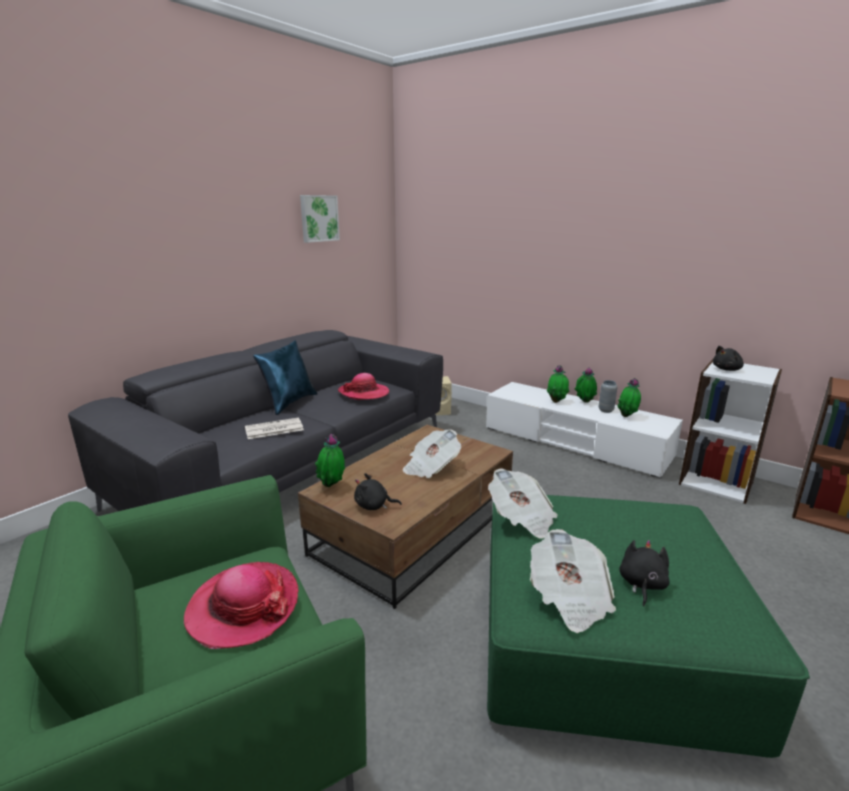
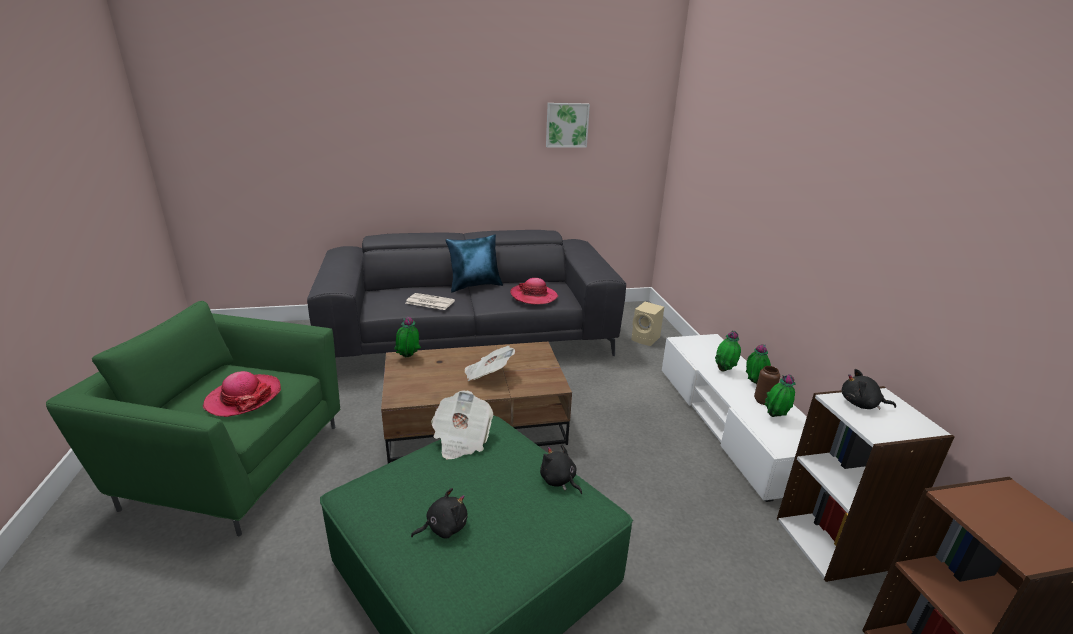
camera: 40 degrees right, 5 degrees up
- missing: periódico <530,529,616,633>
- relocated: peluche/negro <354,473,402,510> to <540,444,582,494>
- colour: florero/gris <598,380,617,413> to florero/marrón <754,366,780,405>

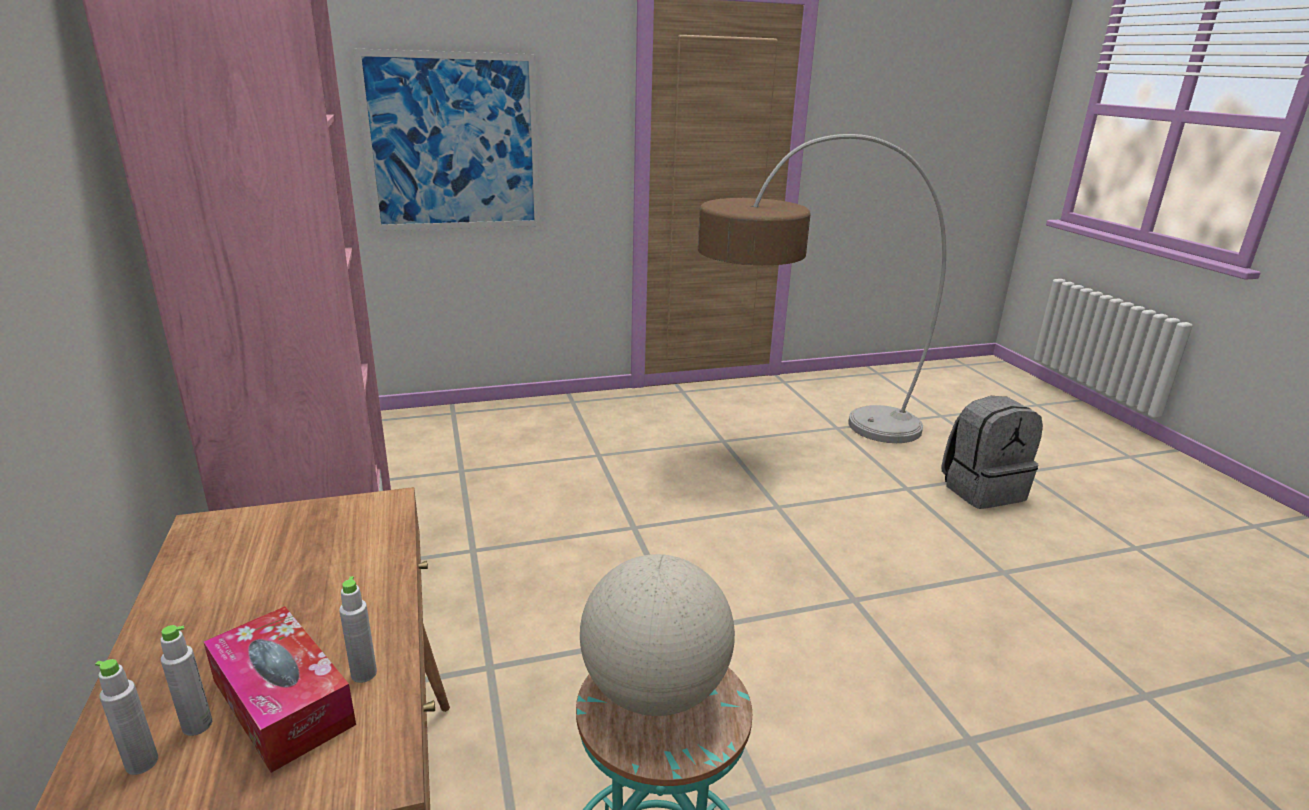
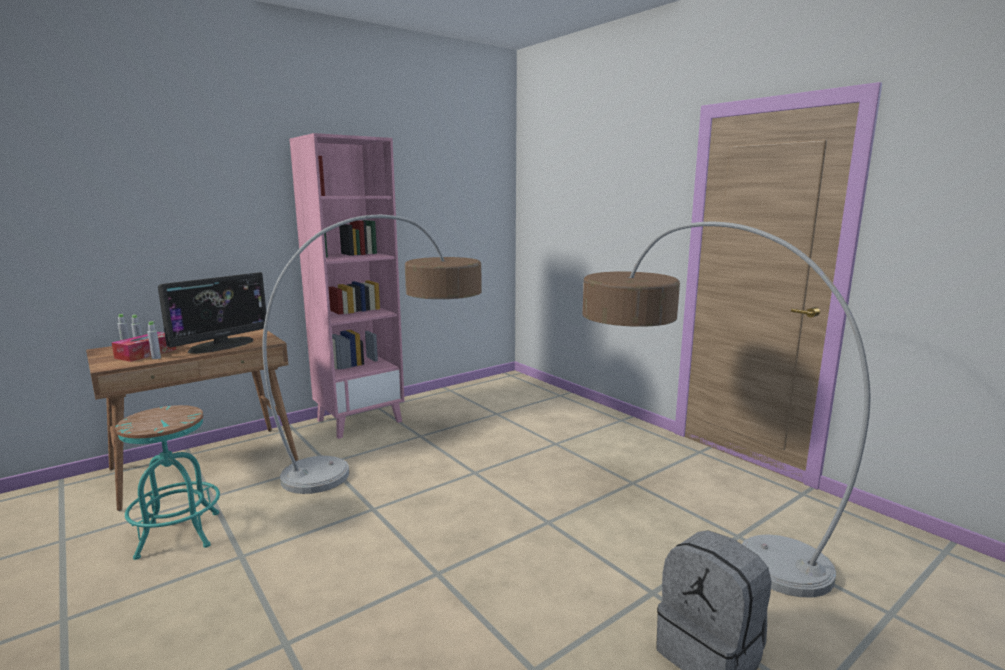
camera: 70 degrees right, 10 degrees down
- missing: cuadro <353,49,541,231>
- missing: globo terráqueo <580,554,735,716>
- appeared: monitor <158,272,266,354>
- appeared: lámpara de pie <262,215,482,494>

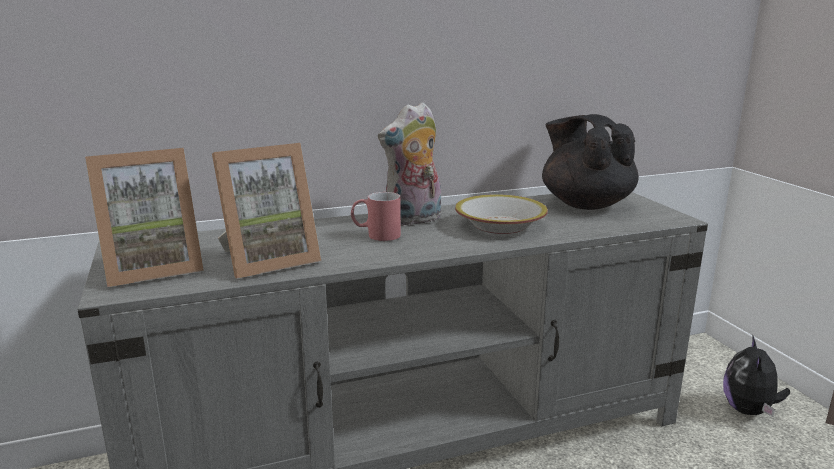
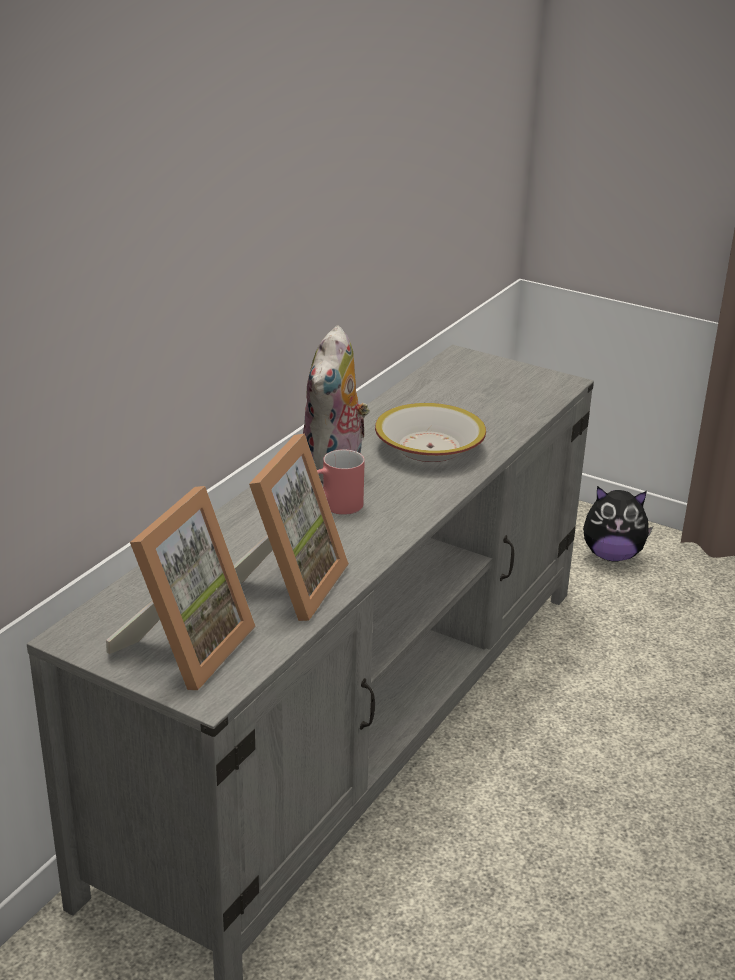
camera: 40 degrees left, 10 degrees up
- missing: tetera/negro <542,114,639,210>
- spun: peluche <723,336,790,417> = <583,486,653,562> 60 degrees counterclockwise

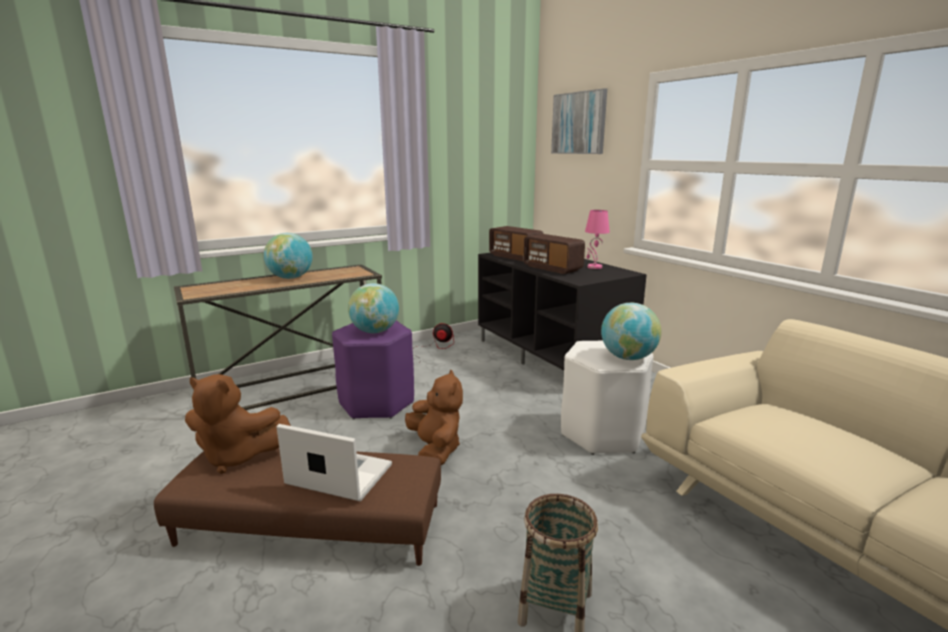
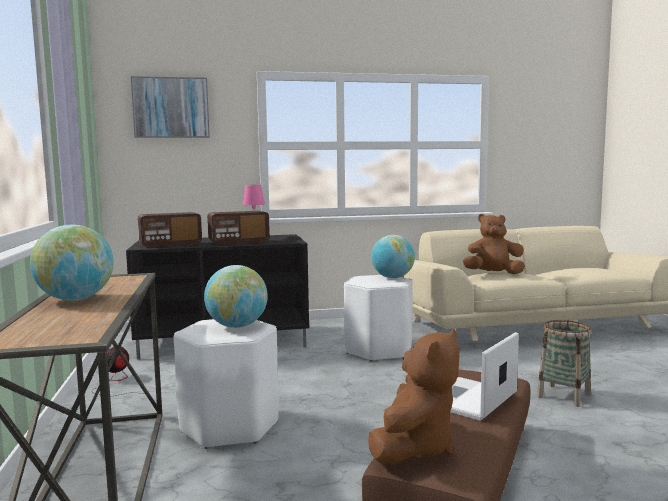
camera: 70 degrees left, 10 degrees down
- relocated: peluche/marrón <405,370,463,465> to <463,214,525,274>
- colour: taburete/morado <332,321,414,419> to taburete/blanco <174,319,279,449>

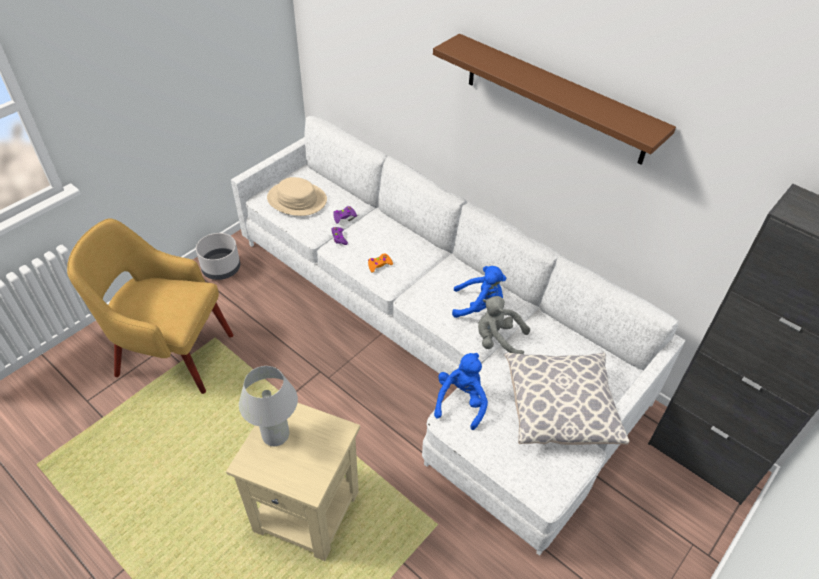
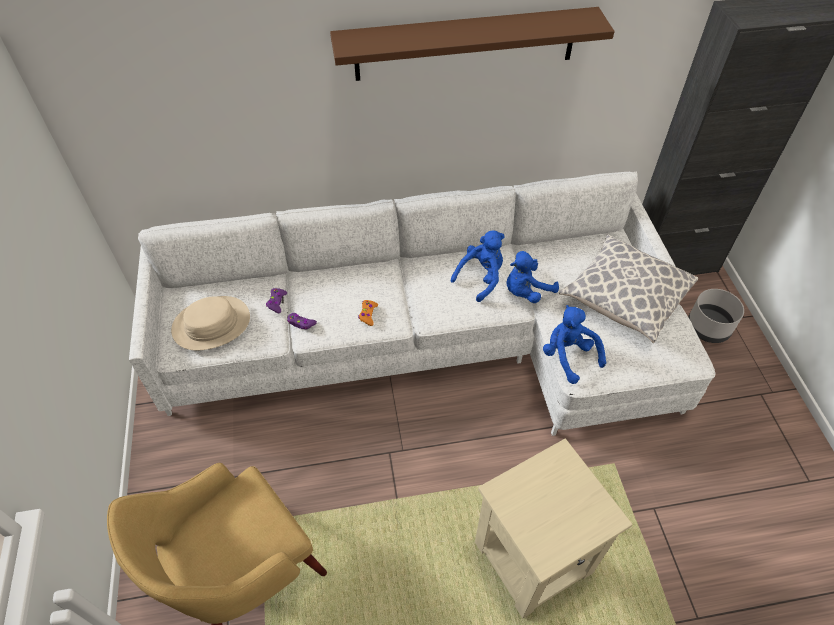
camera: 50 degrees left, 5 degrees up
- missing: lámpara de mesa/blanco <239,366,298,446>
- relocated: maceta/gris <196,233,240,280> to <688,289,744,343>
- colour: peluche/gris <478,296,530,354> to peluche/azul <507,251,559,303>

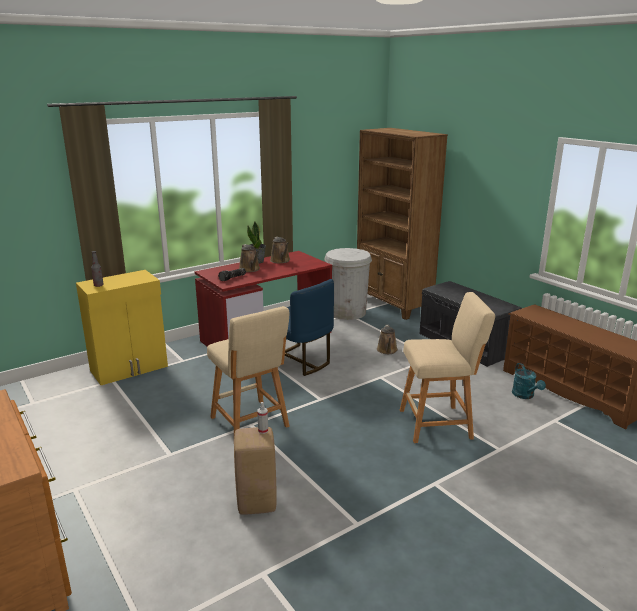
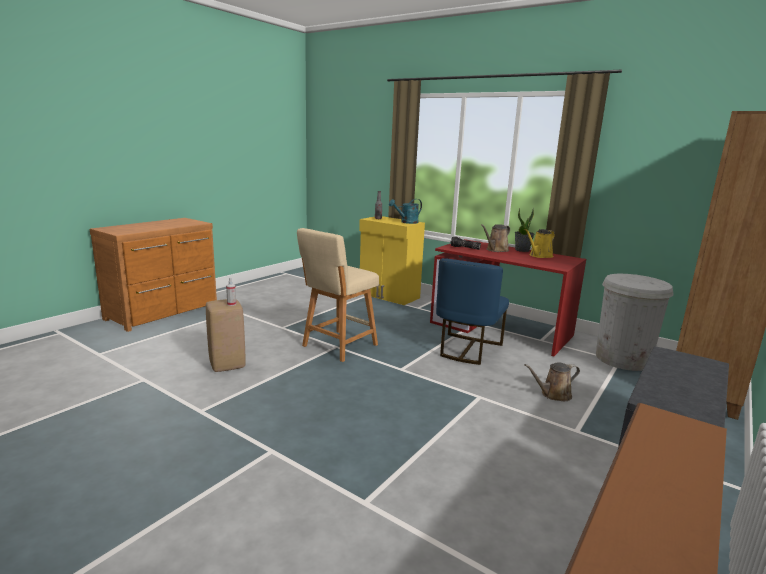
camera: 70 degrees right, 5 degrees down
- missing: taburete/beis <400,292,495,443>
- relocated: regadera/turquesa <512,363,546,399> to <389,199,422,224>
- colour: regadera/marrón <270,237,290,263> to regadera/amarillo <525,229,555,258>

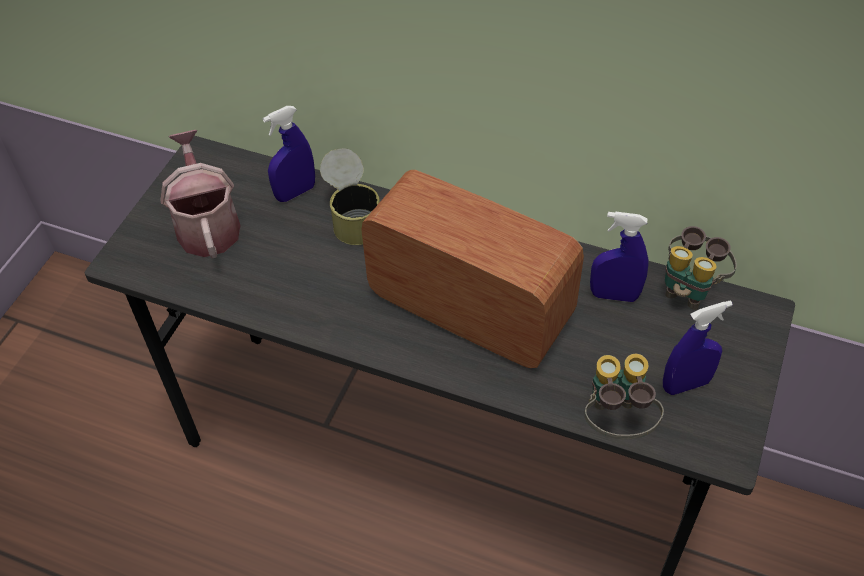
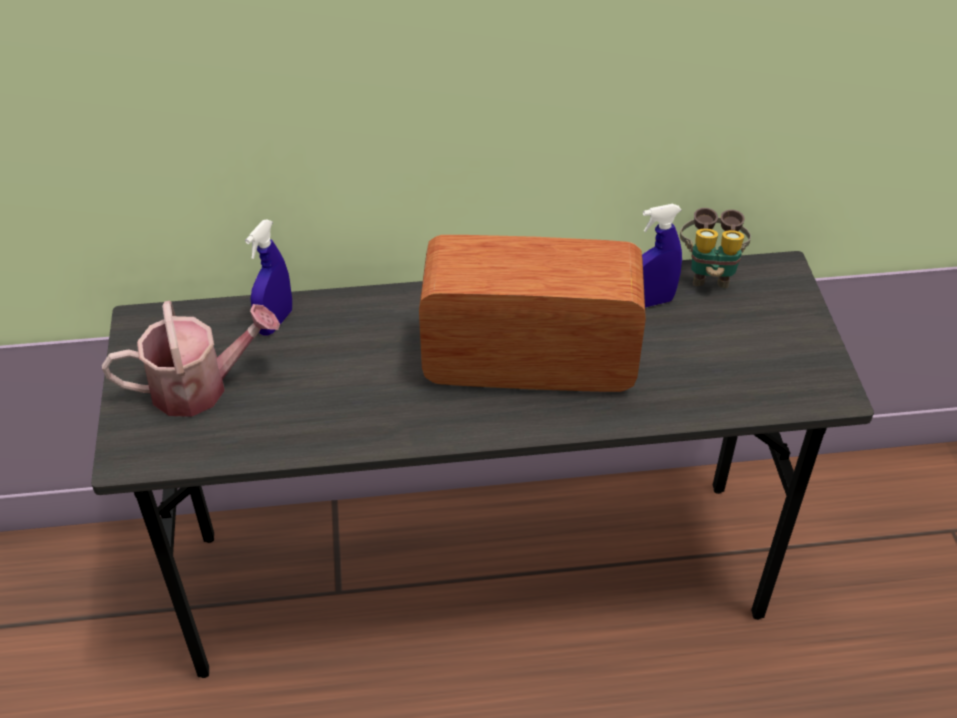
camera: 30 degrees left, 5 degrees down
- missing: lata <320,148,380,245>
- missing: prismáticos <584,354,664,439>
- missing: pulverizador/azul <663,301,733,395>
- spun: regadera <160,130,240,259> = <102,301,280,417> 120 degrees clockwise

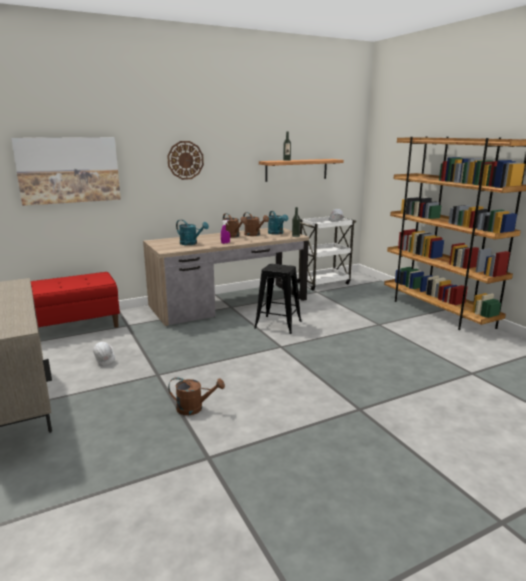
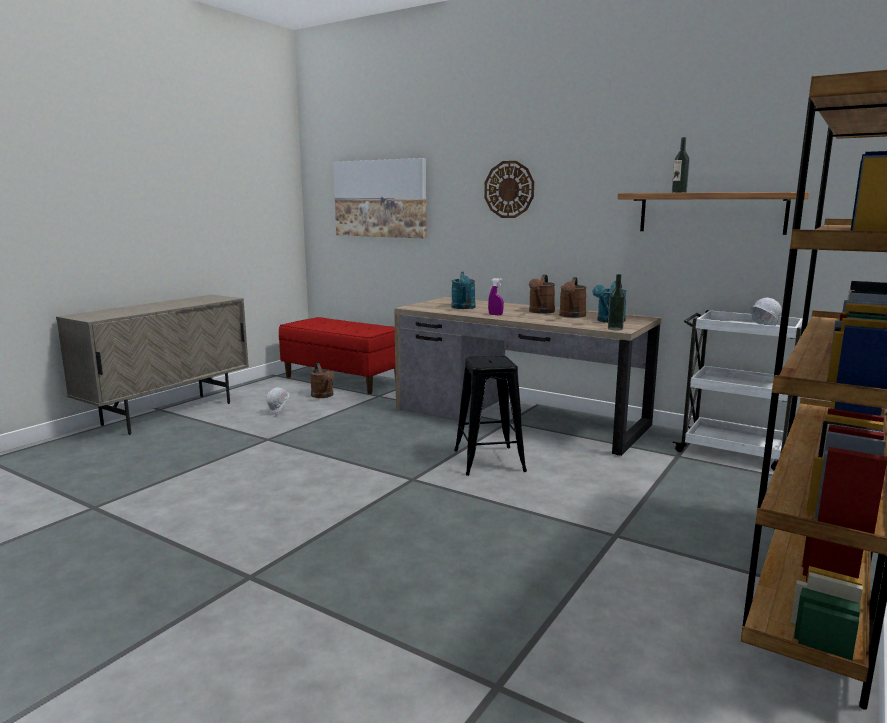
camera: 60 degrees right, 5 degrees down
- relocated: regadera/marrón <168,377,225,415> to <310,363,334,398>

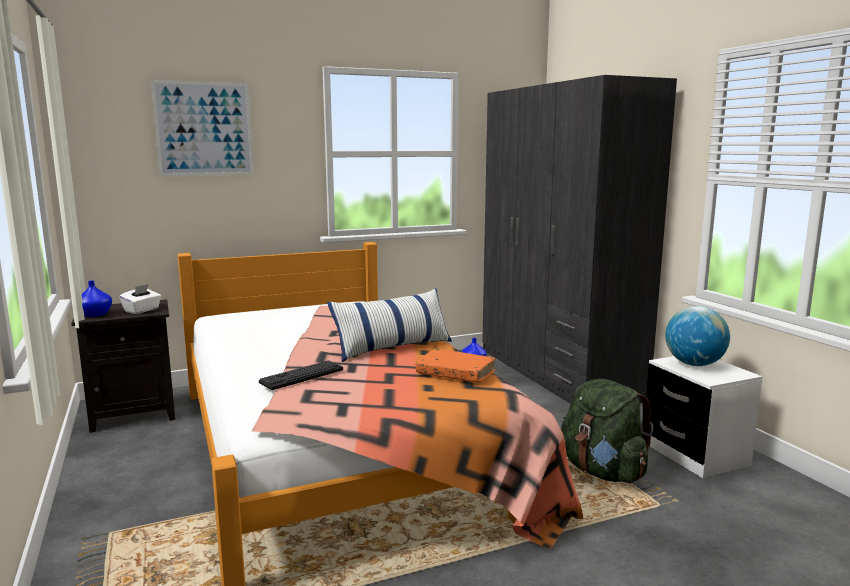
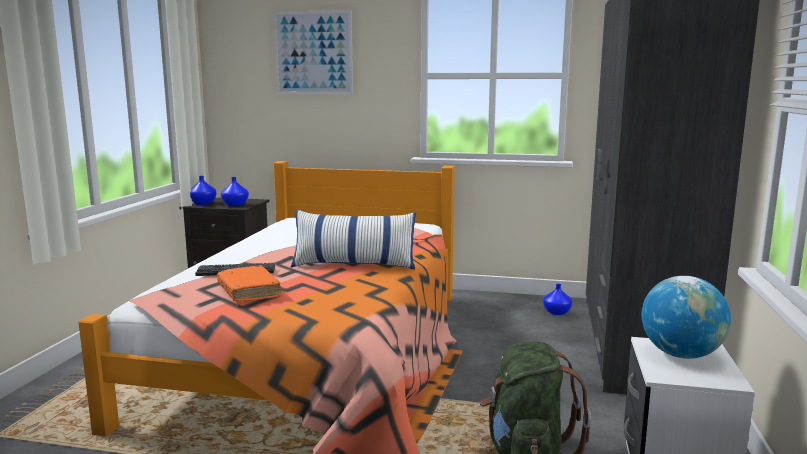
camera: 35 degrees right, 0 degrees up
- relocated: libro/naranja <416,349,495,383> to <217,265,281,301>
- exchanged: caja de pañuelos/blanco <119,284,161,314> to florero/azul <221,177,249,206>

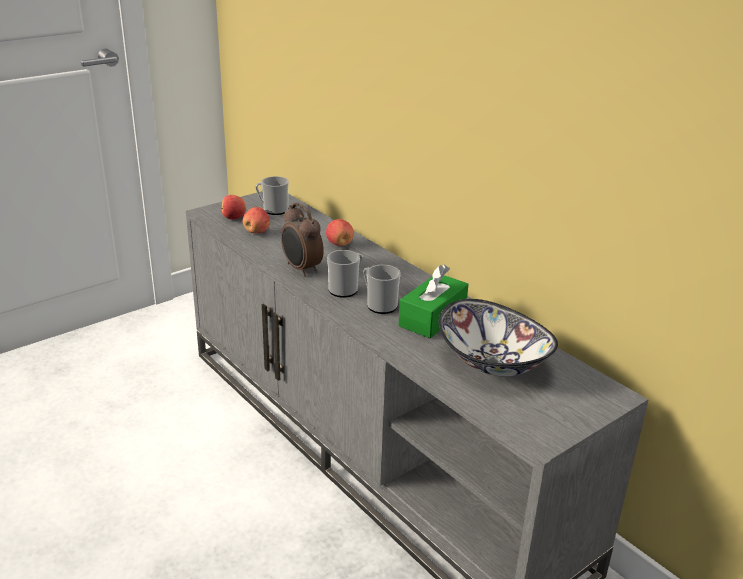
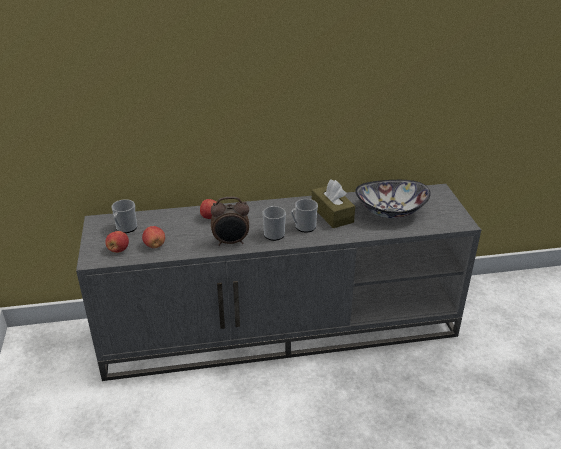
camera: 60 degrees left, 5 degrees up
- colour: caja de pañuelos/verde <398,265,469,338> to caja de pañuelos/marrón <312,180,355,228>

